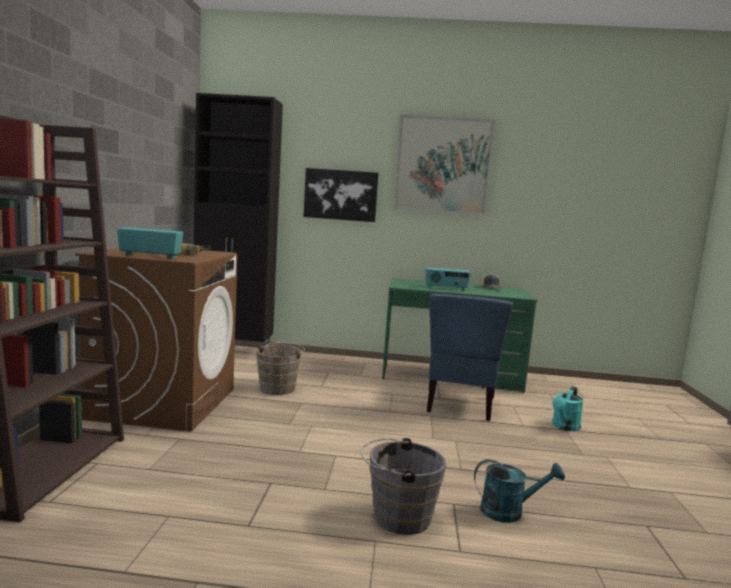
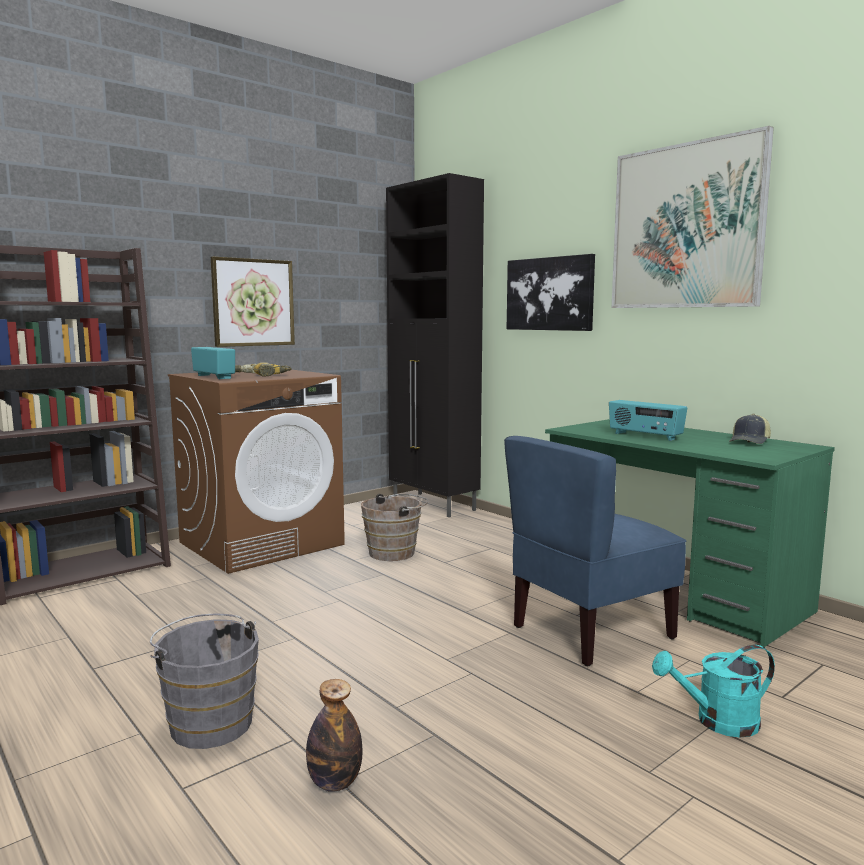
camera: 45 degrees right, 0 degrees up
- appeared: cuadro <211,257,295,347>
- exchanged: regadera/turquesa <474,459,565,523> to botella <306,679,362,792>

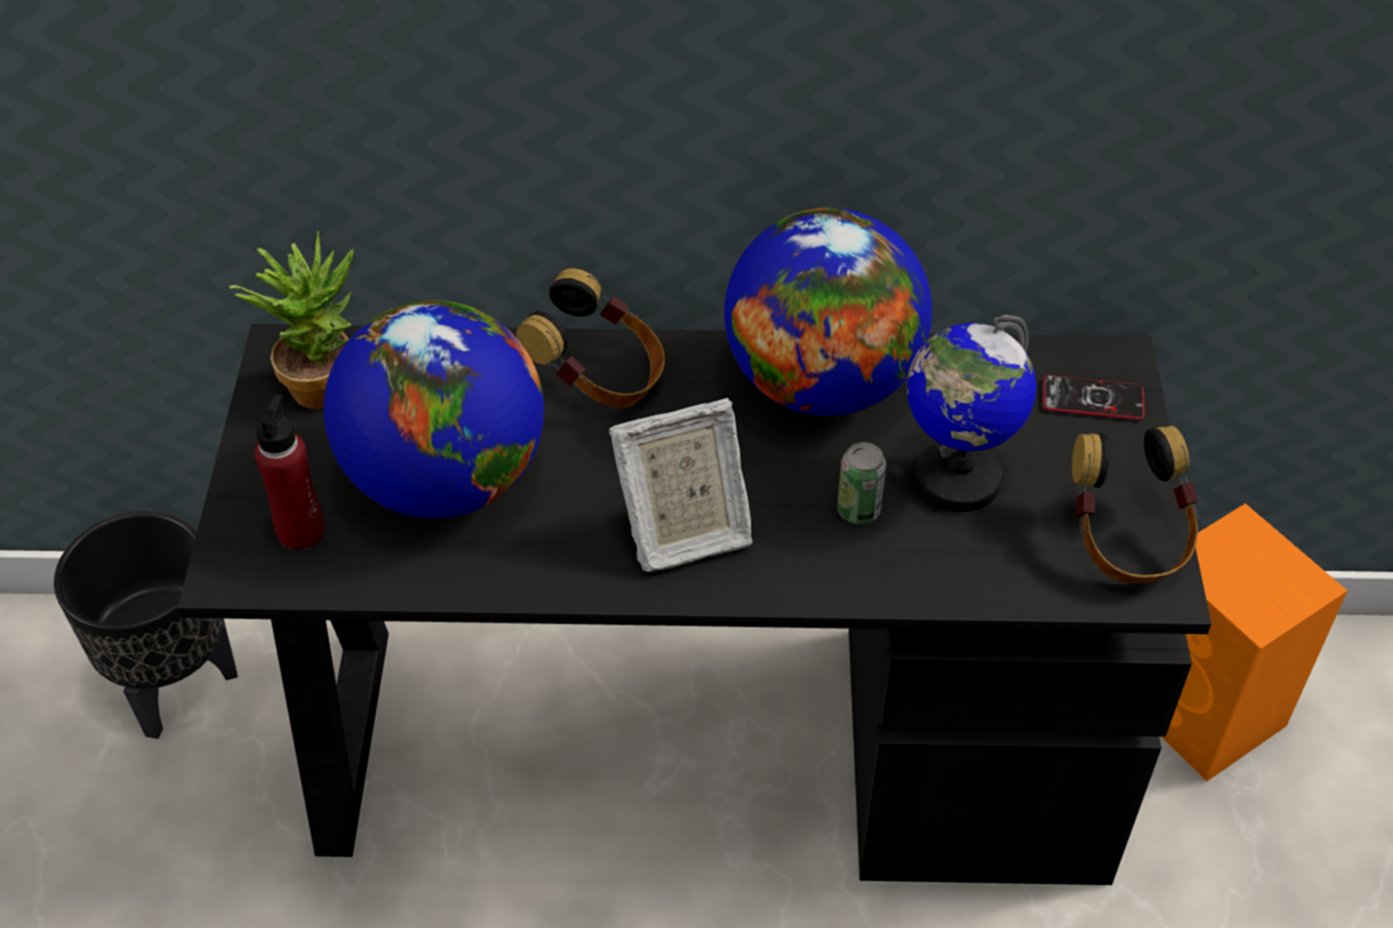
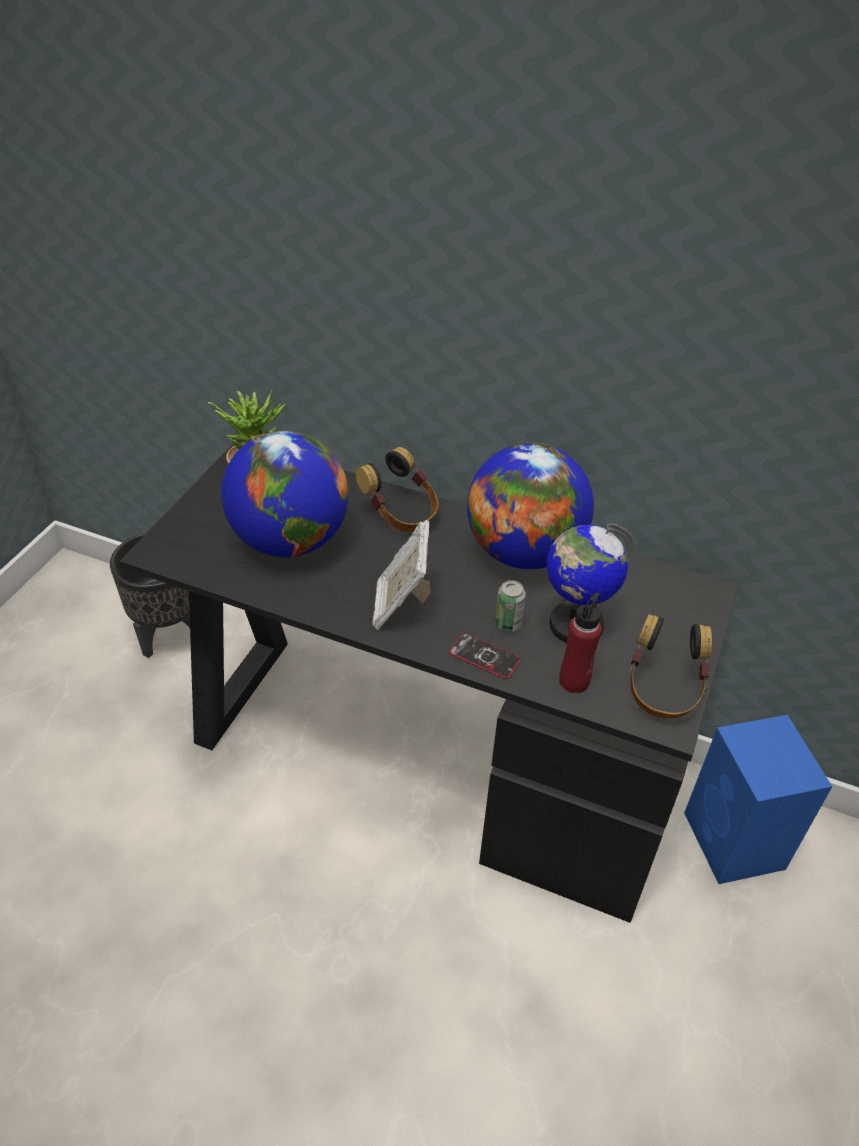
camera: 20 degrees right, 5 degrees down
- relocated: botella/rojo <254,394,325,550> to <559,592,602,693>
- relocated: móvil <1043,375,1145,420> to <449,633,521,679>
- colour: altavoz/naranja <1162,503,1347,782> to altavoz/azul <684,715,832,884>
- spun: portarretratos <609,398,753,572> = <372,520,431,630> 90 degrees clockwise

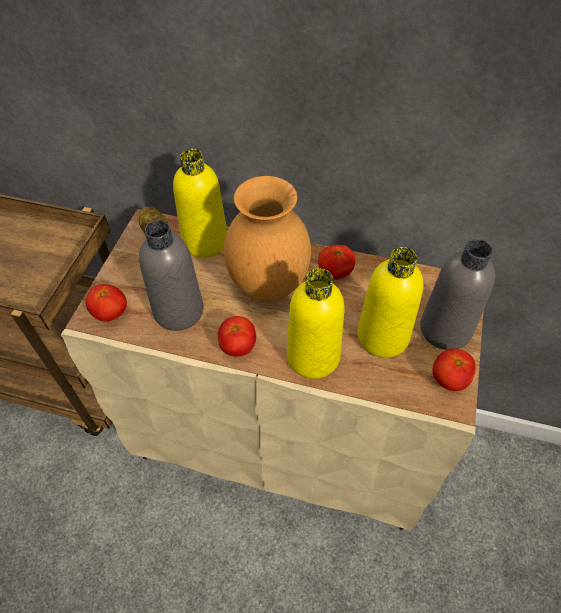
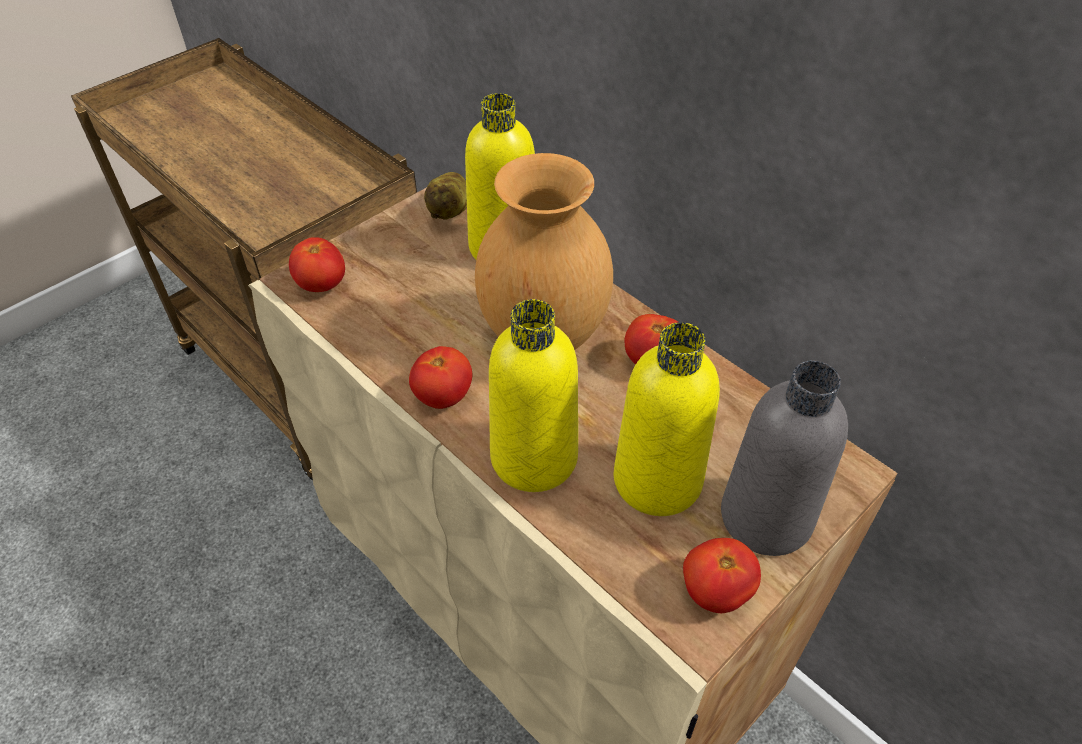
camera: 30 degrees right, 5 degrees down
- missing: botella/gris <139,220,203,331>

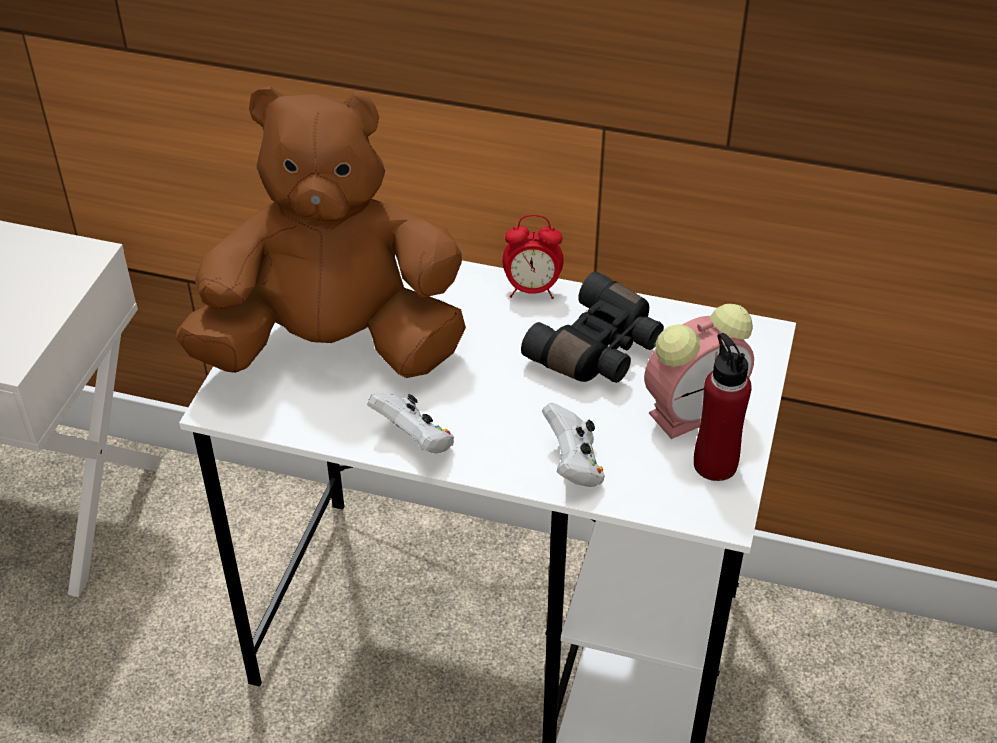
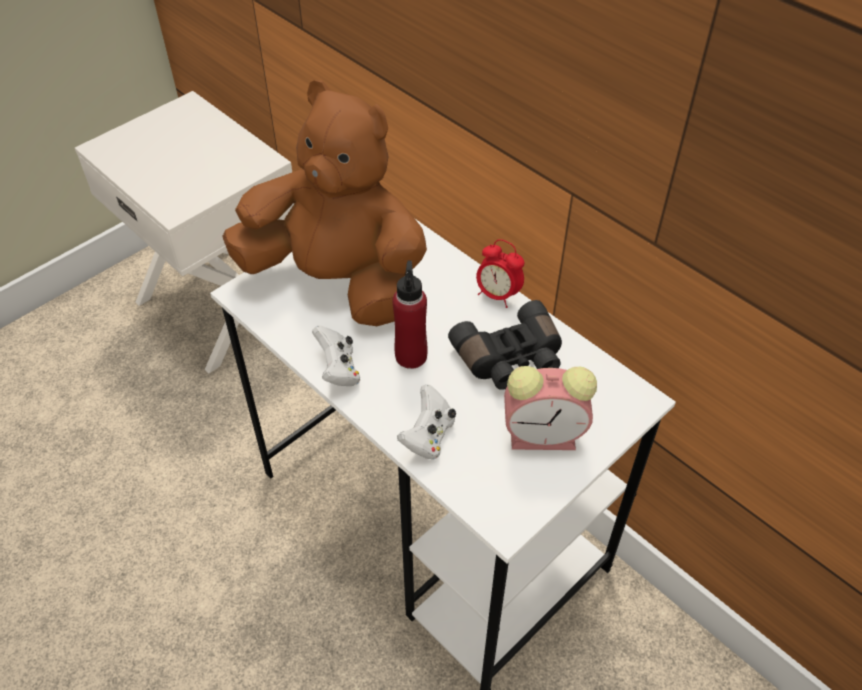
camera: 30 degrees right, 5 degrees up
- relocated: botella/rojo <694,333,752,481> to <393,261,428,369>

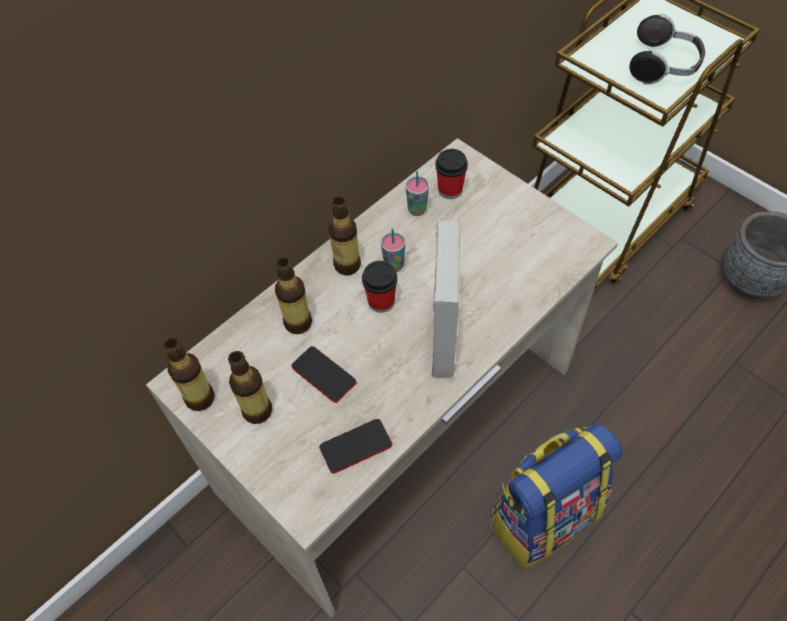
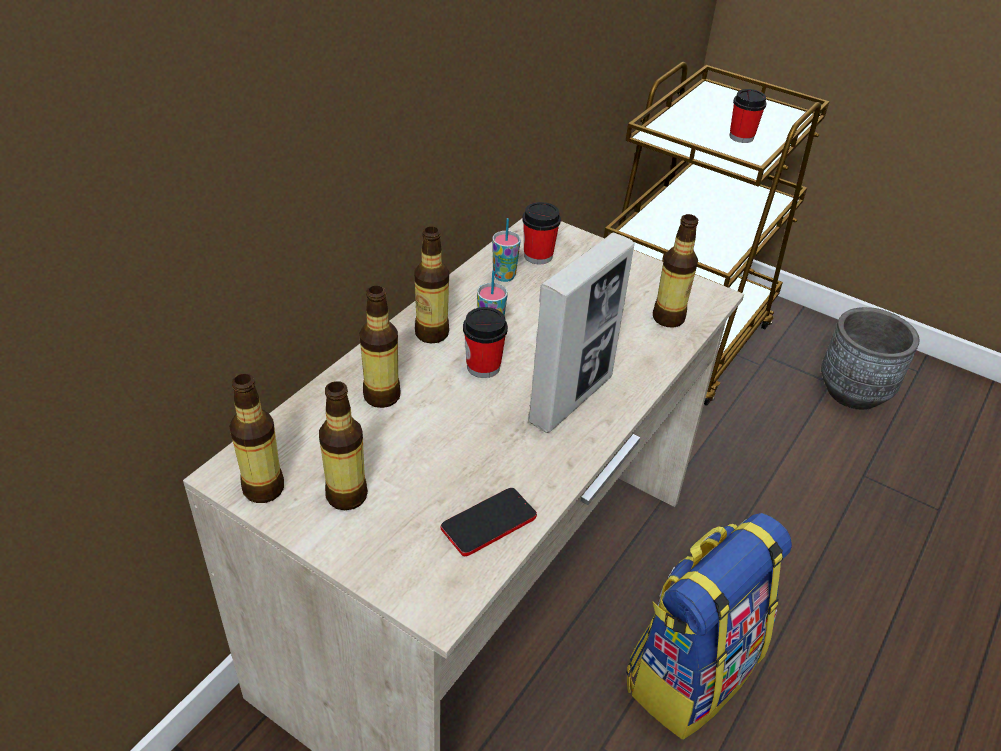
camera: 15 degrees left, 15 degrees down
- missing: móvil <291,346,356,403>
- appeared: botella <653,214,698,328>
- exchanged: auriculares <629,14,705,84> to taza <729,89,767,143>
- spun: portarretratos <432,221,460,378> = <528,232,634,433> 45 degrees clockwise

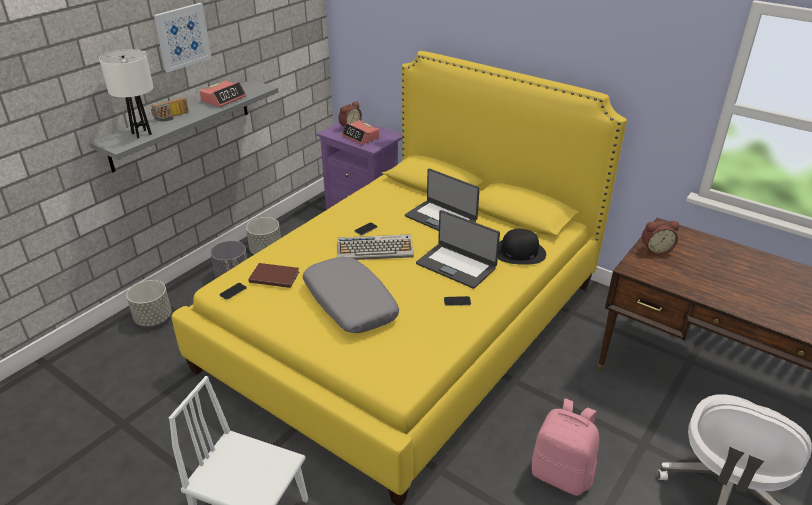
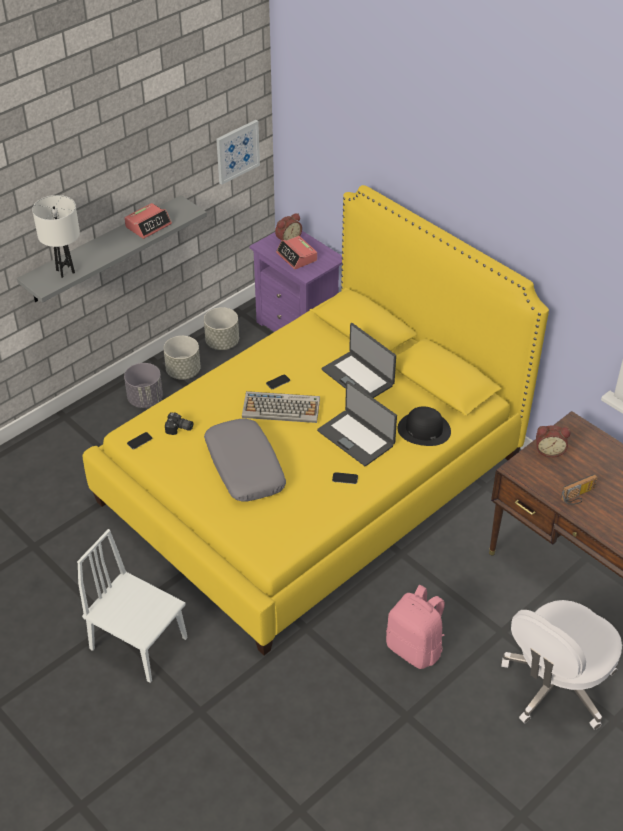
camera: 10 degrees right, 10 degrees up
- relocated: maceta/gris <126,280,172,326> to <204,307,239,350>
- relocated: radio <151,97,189,121> to <561,474,598,505>
- relocated: cuadro <154,3,212,72> to <216,120,260,185>
- exchanged: libro/marrón <249,263,299,288> to cámara <165,412,193,435>

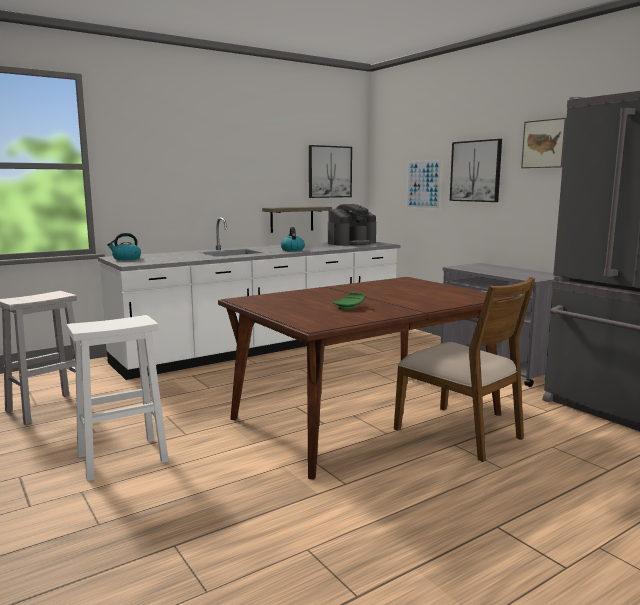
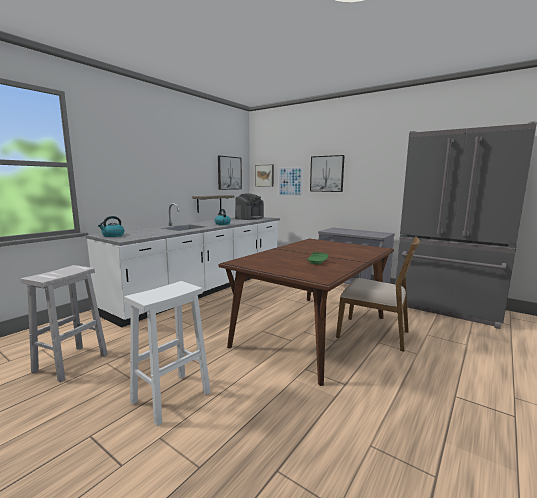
camera: 20 degrees left, 0 degrees up
- relocated: cuadro <521,118,566,168> to <255,165,274,187>

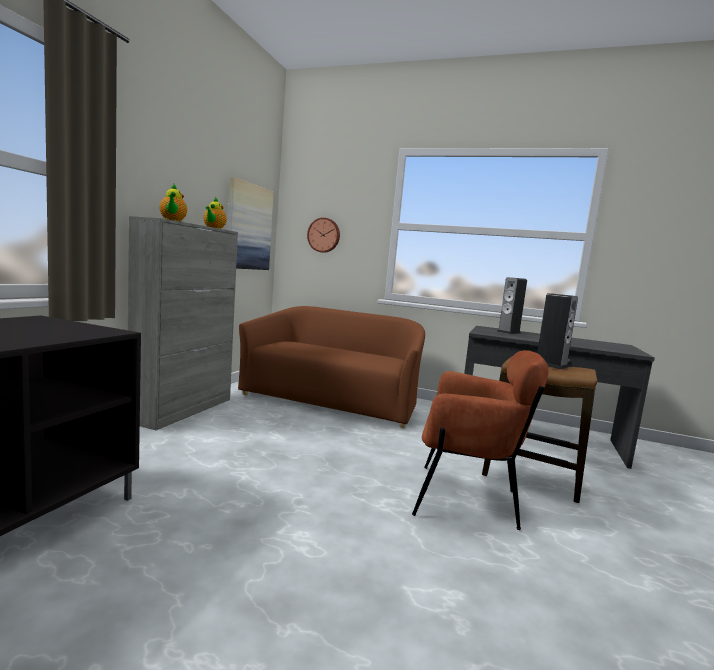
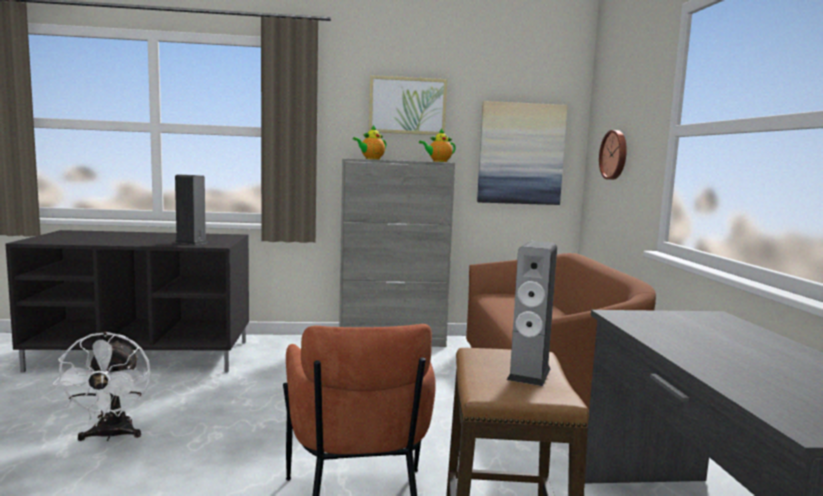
camera: 65 degrees right, 0 degrees up
- appeared: ventilador/blanco <52,332,151,441>
- appeared: cuadro <369,75,447,135>
- relocated: altavoz <497,277,527,334> to <175,175,208,245>

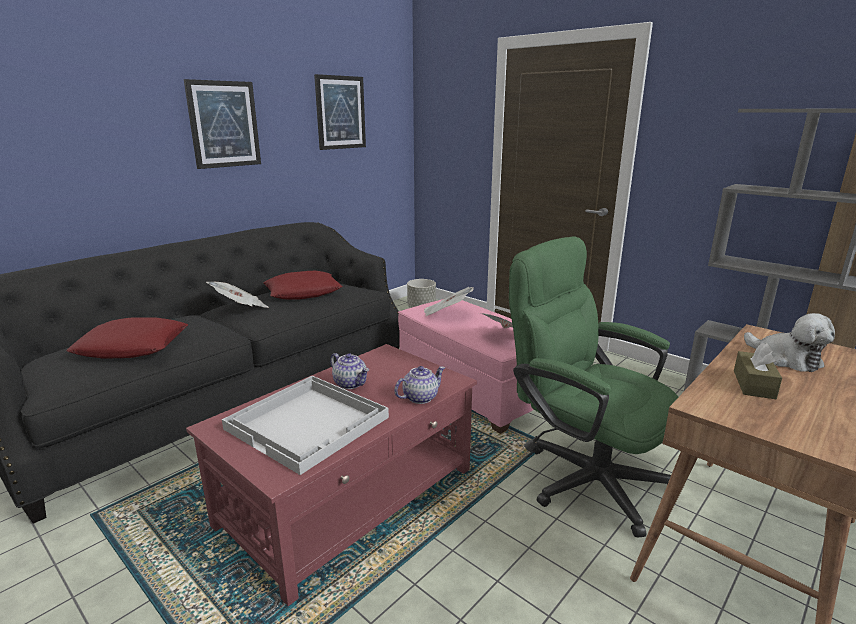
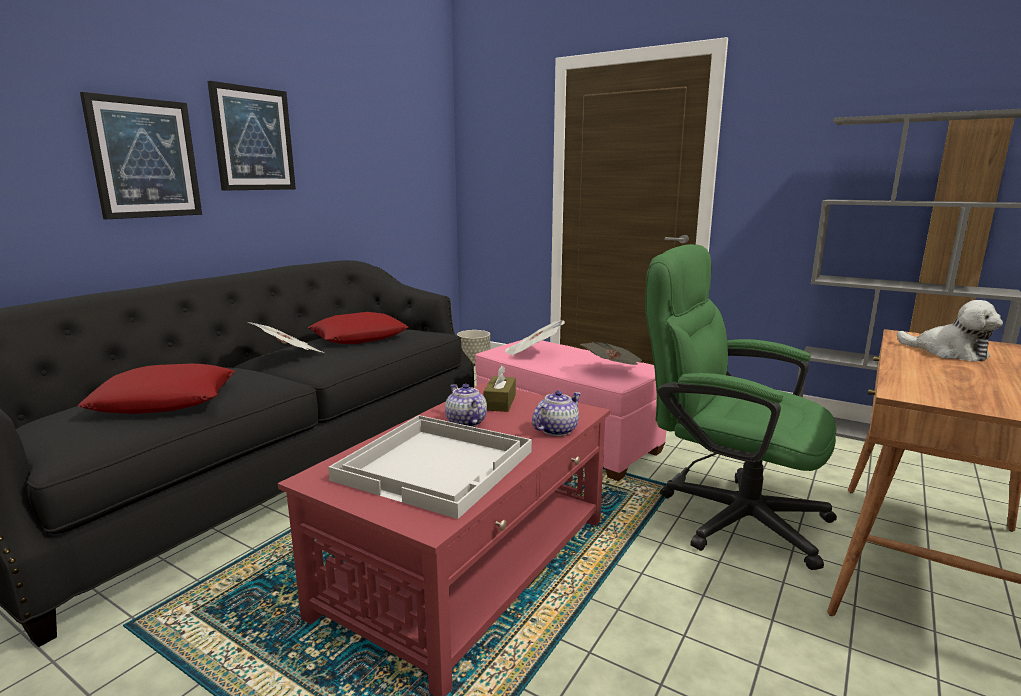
camera: 10 degrees left, 5 degrees down
- relocated: cuadro <314,74,366,150> to <80,92,202,219>
- relocated: caja de pañuelos/marrón <734,343,782,399> to <483,365,516,412>
- spun: tetera <330,353,369,389> = <445,384,487,427> 150 degrees counterclockwise

